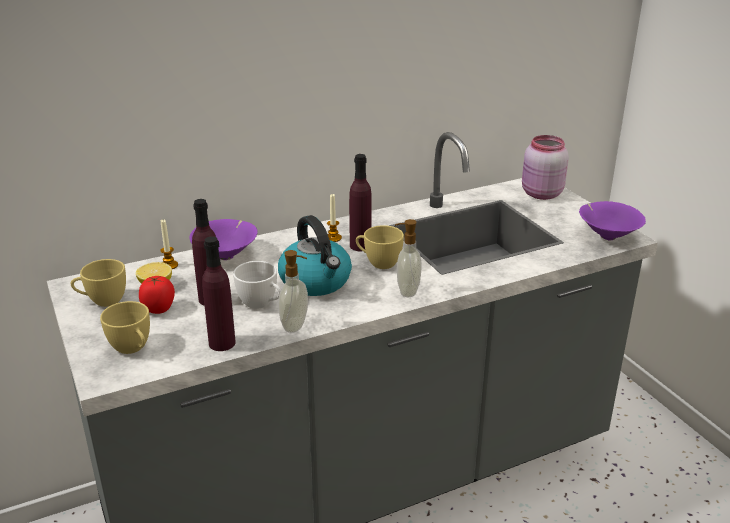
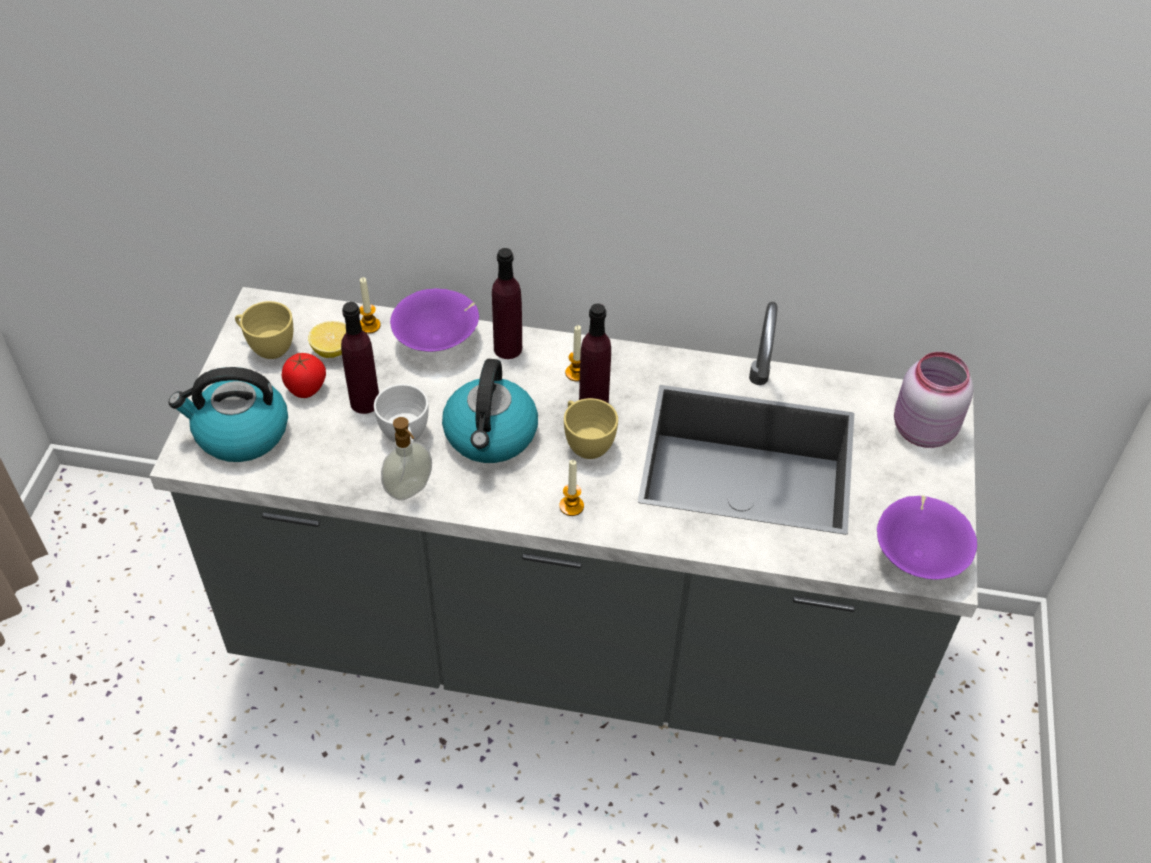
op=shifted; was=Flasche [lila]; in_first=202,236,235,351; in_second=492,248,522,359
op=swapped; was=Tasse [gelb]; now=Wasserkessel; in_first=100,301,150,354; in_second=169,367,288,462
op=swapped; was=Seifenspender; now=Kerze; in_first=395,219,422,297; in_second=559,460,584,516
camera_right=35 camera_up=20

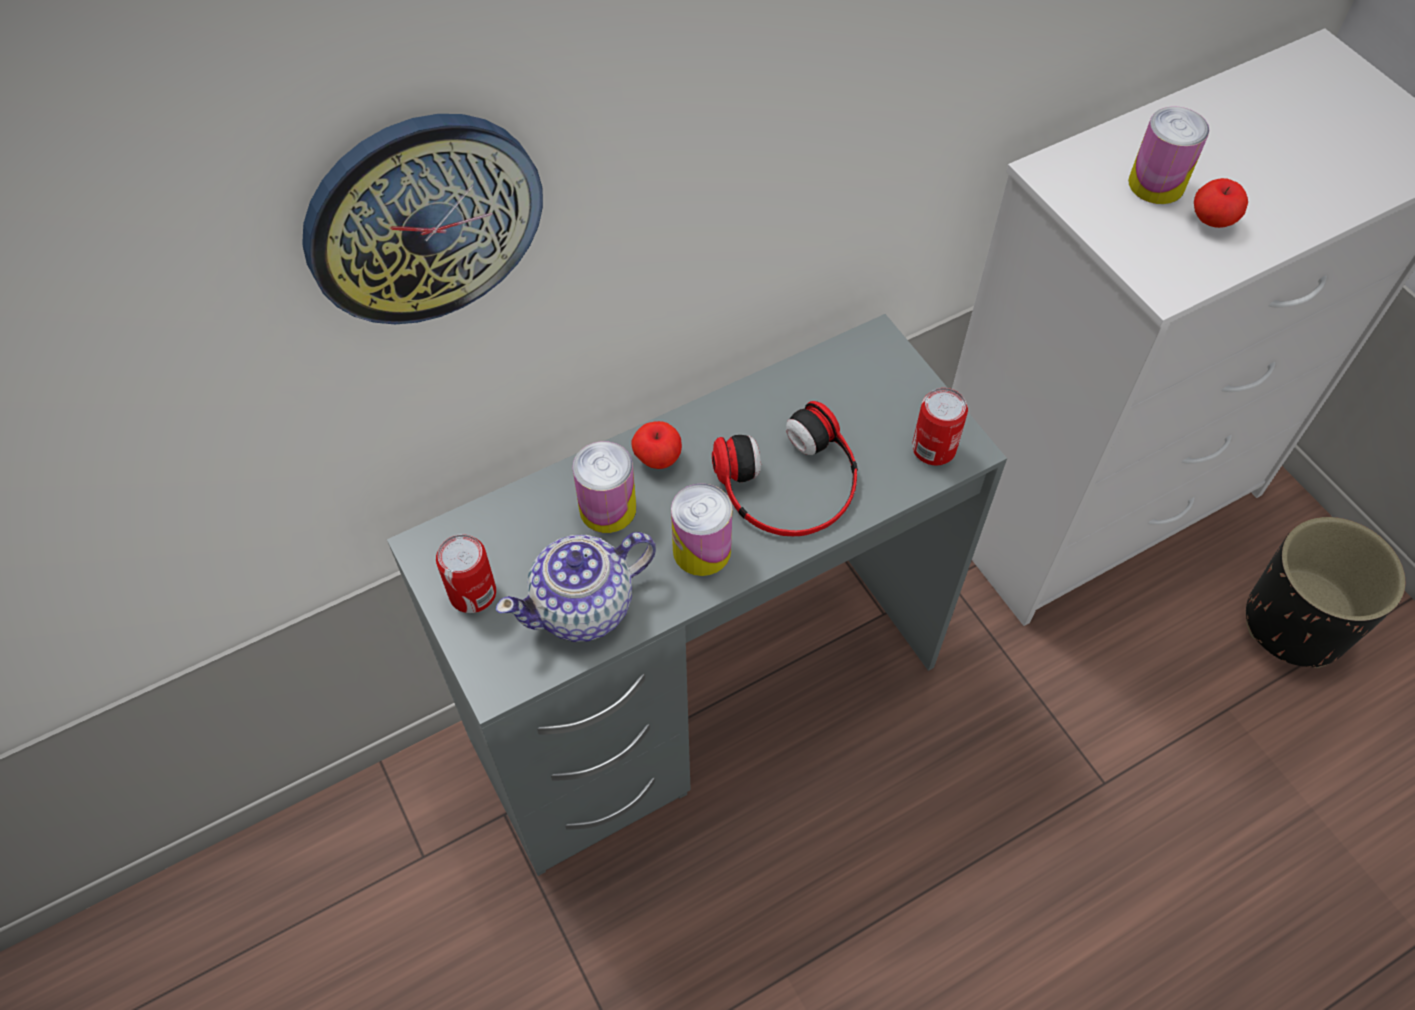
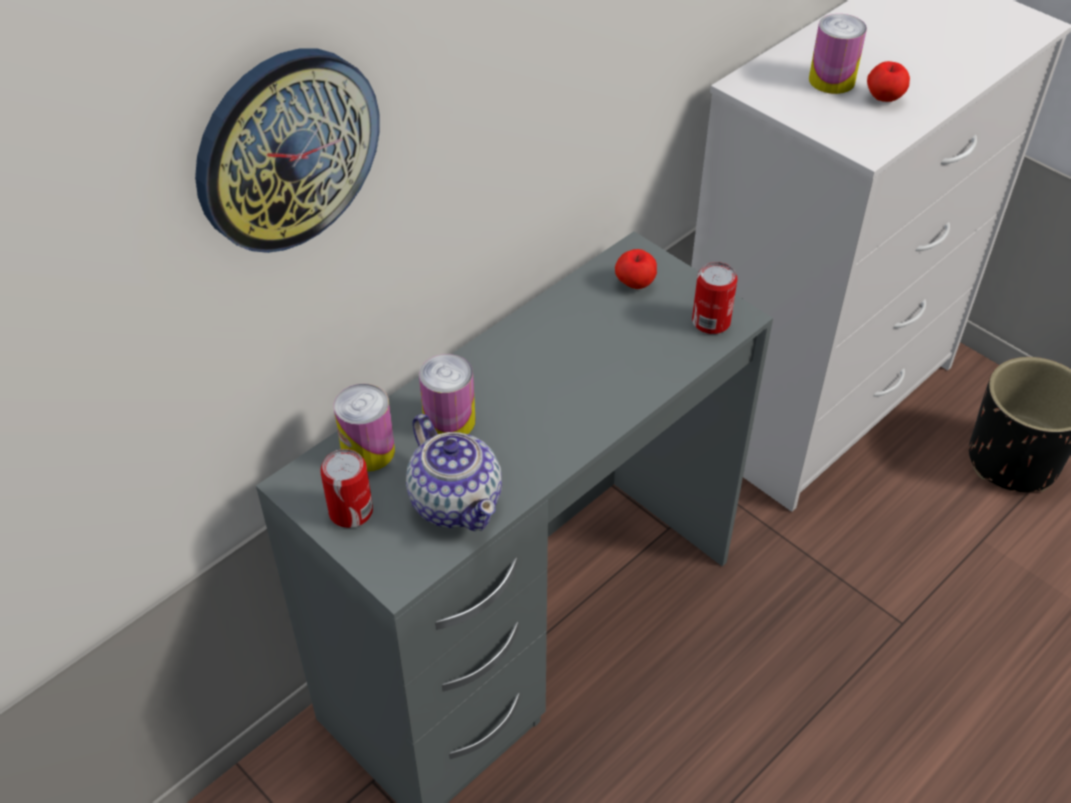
op=gone; was=Kopfhörer; in_first=712,401,858,536
op=shifted; was=Apfel; in_first=631,421,682,469; in_second=615,249,657,289
op=shifted; was=Dose; in_first=671,483,732,576; in_second=334,384,395,472
op=rotated; was=Teekanne; in_first=496,532,656,642; in_second=406,414,502,531; clockwise=-75
camera_right=-15 camera_up=-10

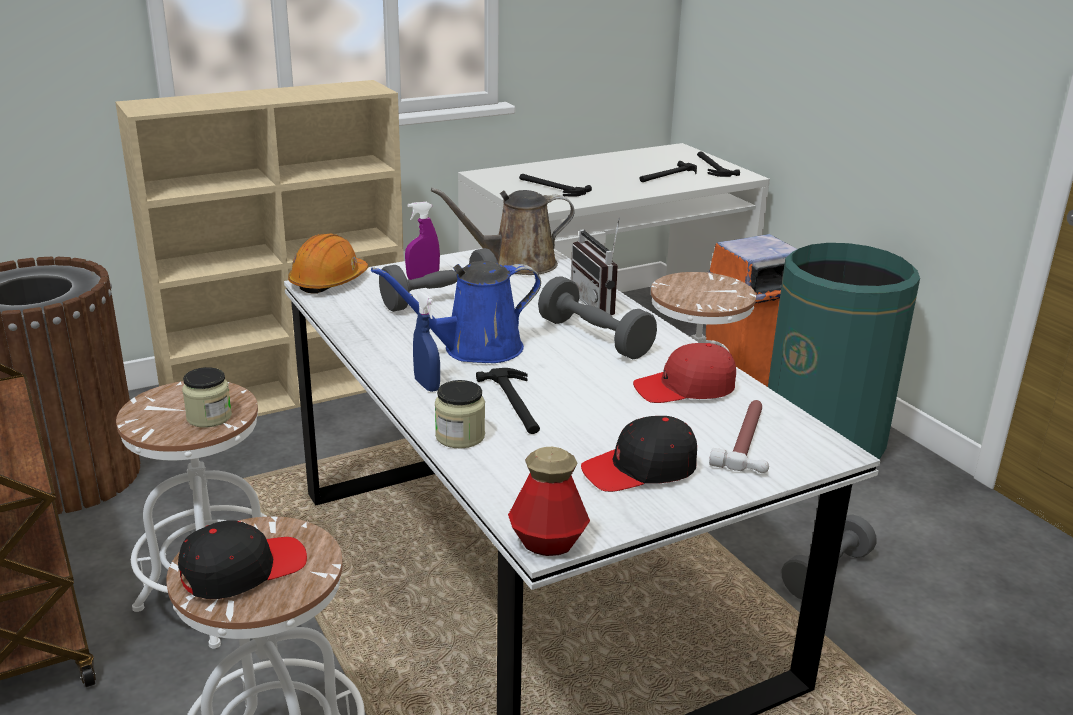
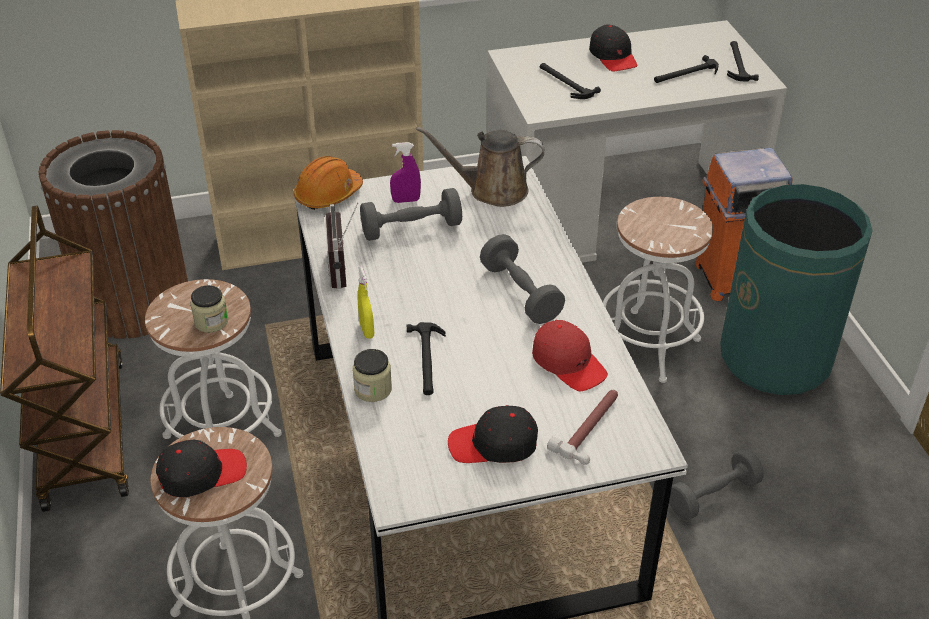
op=gone; was=Gießkanne [blau]; in_first=371,261,541,363
op=gone; was=Flasche; in_first=508,447,590,556
op=new; now=Kappe [schwarz]; in_second=589,25,637,72
op=shifted; was=Radio; in_first=571,218,620,315; in_second=325,203,358,289
op=repainted; was=Sprühflasche [blau]; now=Sprühflasche [gelb]; in_first=413,292,440,392; in_second=357,266,374,339
op=rotated; was=Kappe [rot]; in_first=633,343,736,403; in_second=532,320,608,391; clockwise=-135
camera_right=15 camera_up=15

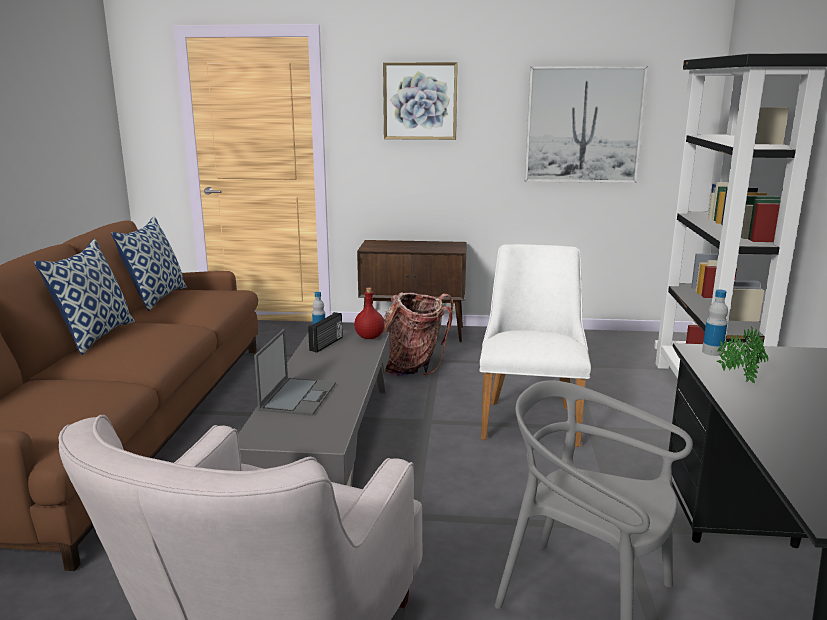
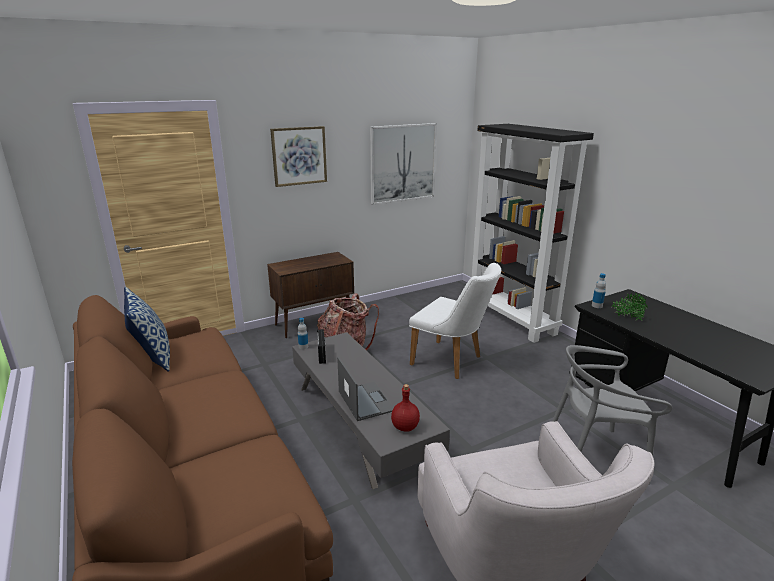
op=gone; was=Kissen; in_first=34,239,135,355
op=shifted; was=Flasche [rot]; in_first=354,287,385,339; in_second=391,384,420,432
op=rotated; was=Stuhl [weiß]; in_first=480,244,591,447; in_second=409,263,501,379; clockwise=150
camera_right=-35 camera_up=5

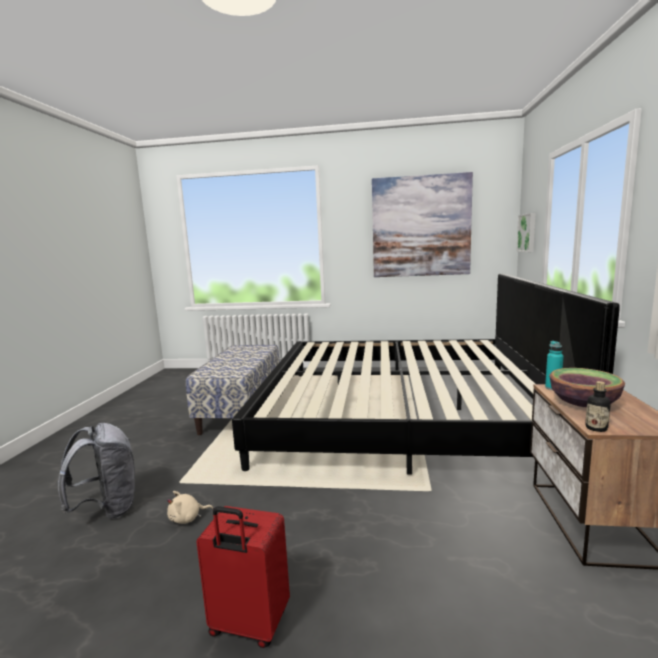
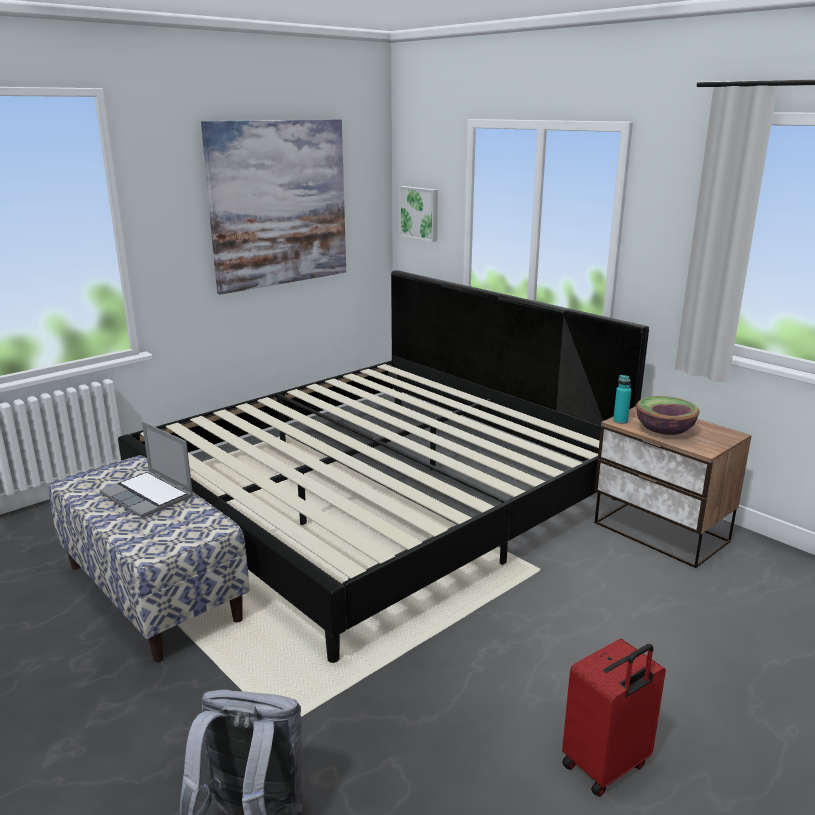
op=gone; was=Plüschtier [beige]; in_first=167,491,213,524
op=gone; was=Flasche; in_first=585,381,610,432
op=new; now=Laptop; in_second=99,421,193,518
camera_right=-50 camera_up=10

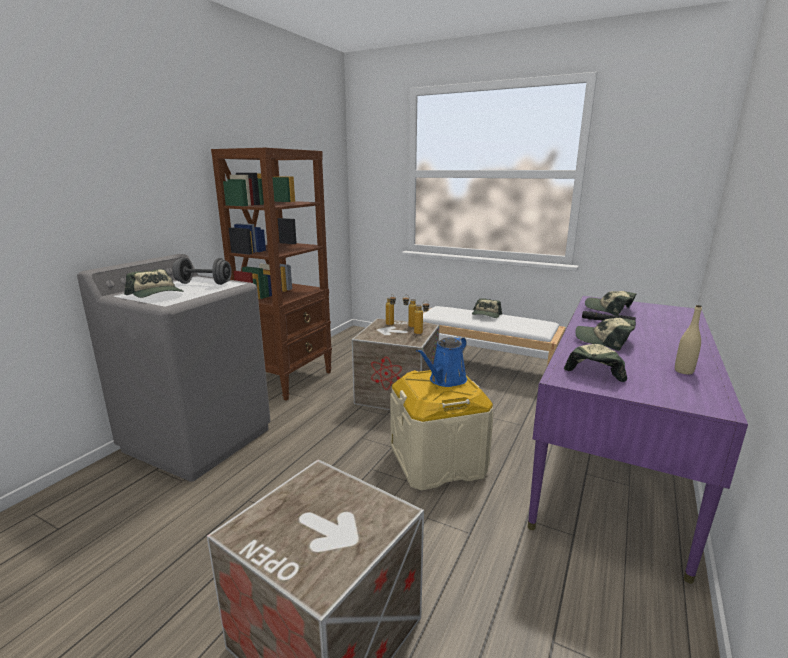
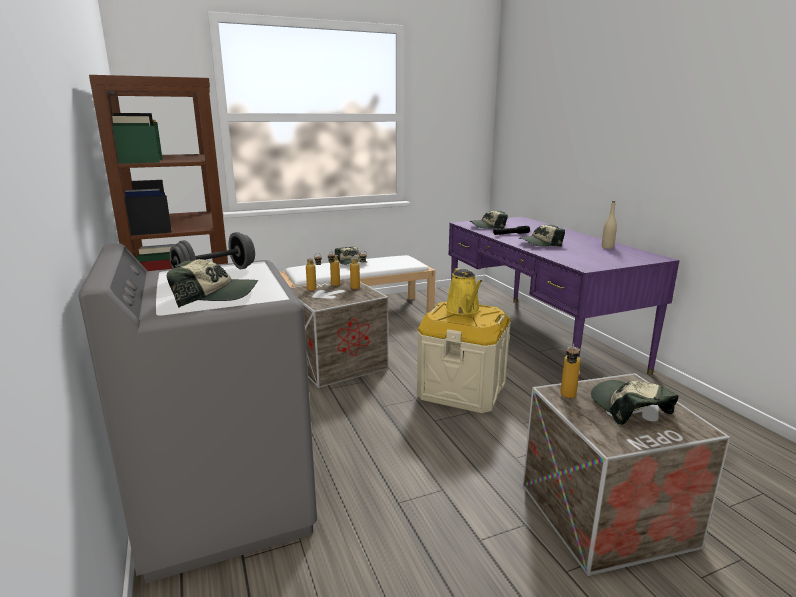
op=new; now=Flasche; in_second=560,343,581,398
op=shifted; was=Kappe; in_first=564,344,627,382; in_second=591,380,678,425
op=repainted; was=Gießkanne [blau]; now=Gießkanne [gelb]; in_first=416,336,467,387; in_second=445,268,482,315
camera_right=-50 camera_up=0

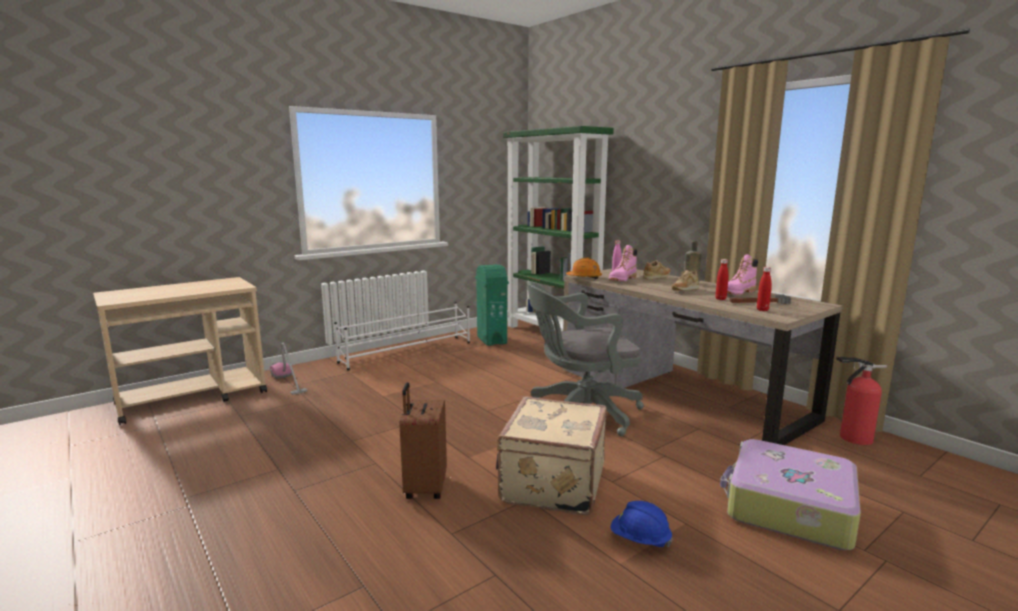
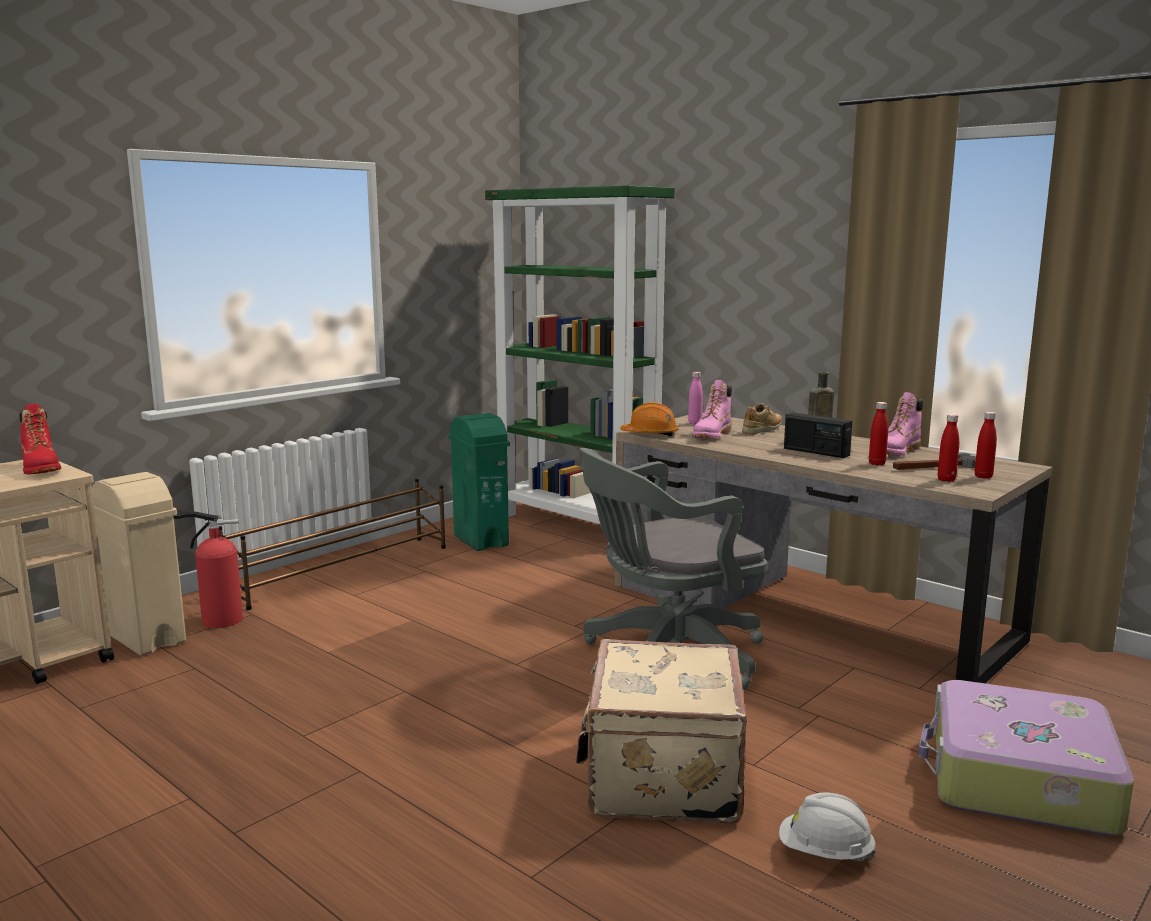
op=gone; was=Koffer [braun]; in_first=399,382,447,499
op=new; now=Stiefel [rot]; in_second=20,404,61,474
op=new; now=Flasche [rot]; in_second=975,412,997,479
op=shifted; was=Feuerlöscher; in_first=836,357,887,445; in_second=173,512,243,628
op=swapped; was=Staubsauger; now=Mülleimer [beige]; in_first=270,343,308,395; in_second=92,472,186,656
op=swapped; was=Schuh [beige]; now=Radio; in_first=672,270,699,291; in_second=784,412,852,458
op=repainted; was=Schuhregal [weiß]; now=Schuhregal [braun]; in_first=334,302,470,371; in_second=219,479,446,610
op=repainted; was=Schutzhelm [blau]; now=Schutzhelm [weiß]; in_first=611,501,673,548; in_second=779,792,876,861
camera_right=-10 camera_up=0

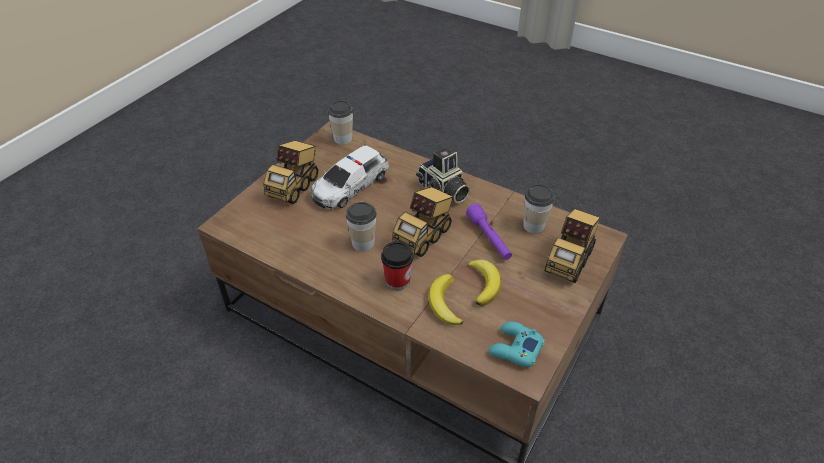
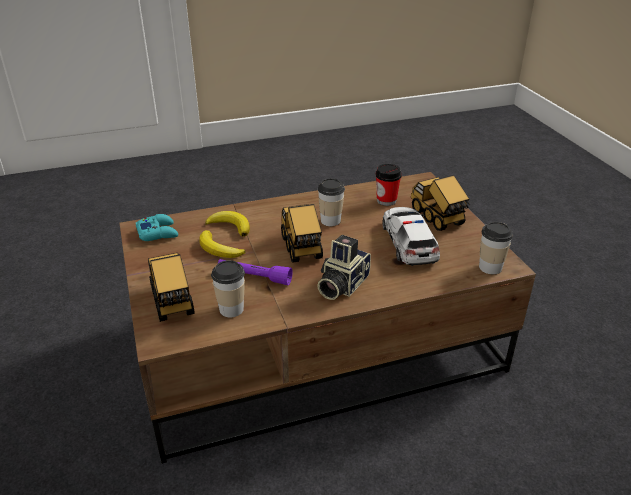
op=shifted; was=Tasse; in_first=381,241,414,290; in_second=375,164,402,206
op=rotated; was=Kamera; in_first=416,147,470,203; in_second=317,235,371,300; clockwise=-60
camera_right=130 camera_up=-10

